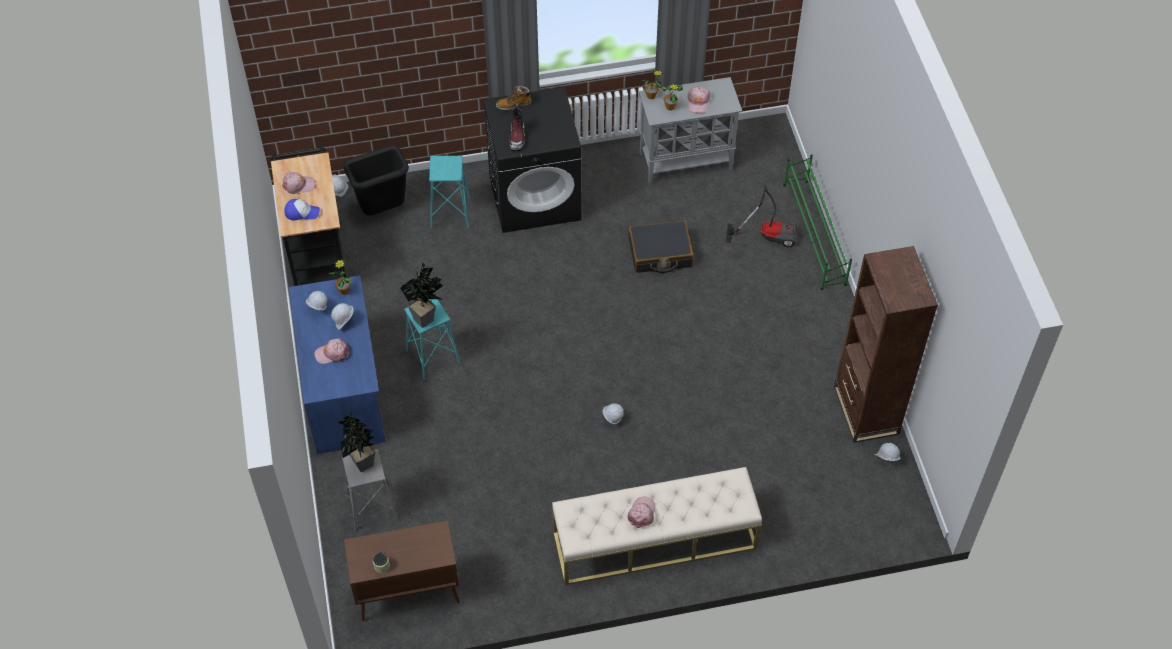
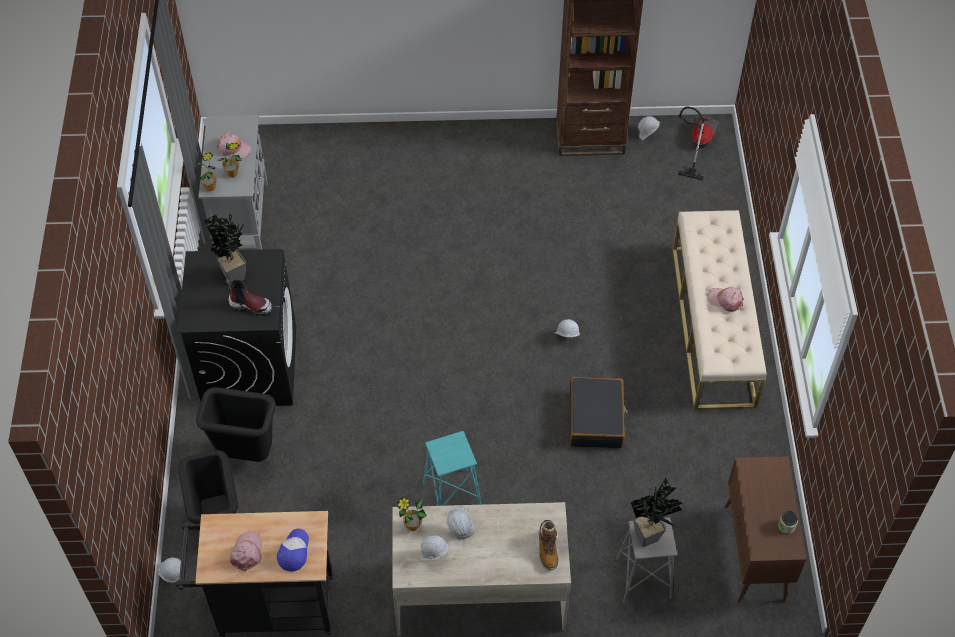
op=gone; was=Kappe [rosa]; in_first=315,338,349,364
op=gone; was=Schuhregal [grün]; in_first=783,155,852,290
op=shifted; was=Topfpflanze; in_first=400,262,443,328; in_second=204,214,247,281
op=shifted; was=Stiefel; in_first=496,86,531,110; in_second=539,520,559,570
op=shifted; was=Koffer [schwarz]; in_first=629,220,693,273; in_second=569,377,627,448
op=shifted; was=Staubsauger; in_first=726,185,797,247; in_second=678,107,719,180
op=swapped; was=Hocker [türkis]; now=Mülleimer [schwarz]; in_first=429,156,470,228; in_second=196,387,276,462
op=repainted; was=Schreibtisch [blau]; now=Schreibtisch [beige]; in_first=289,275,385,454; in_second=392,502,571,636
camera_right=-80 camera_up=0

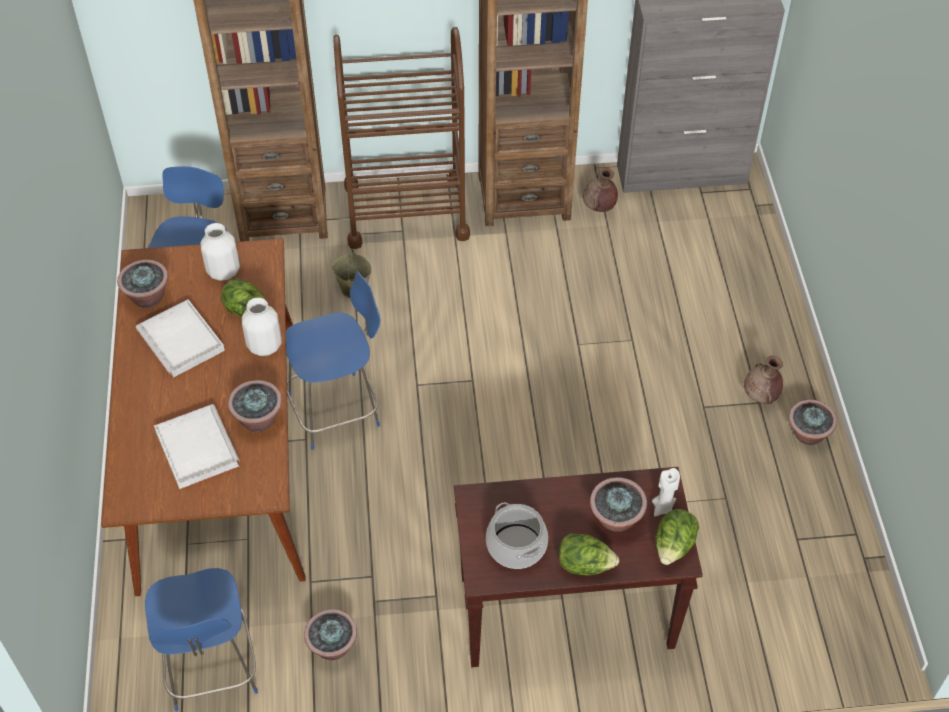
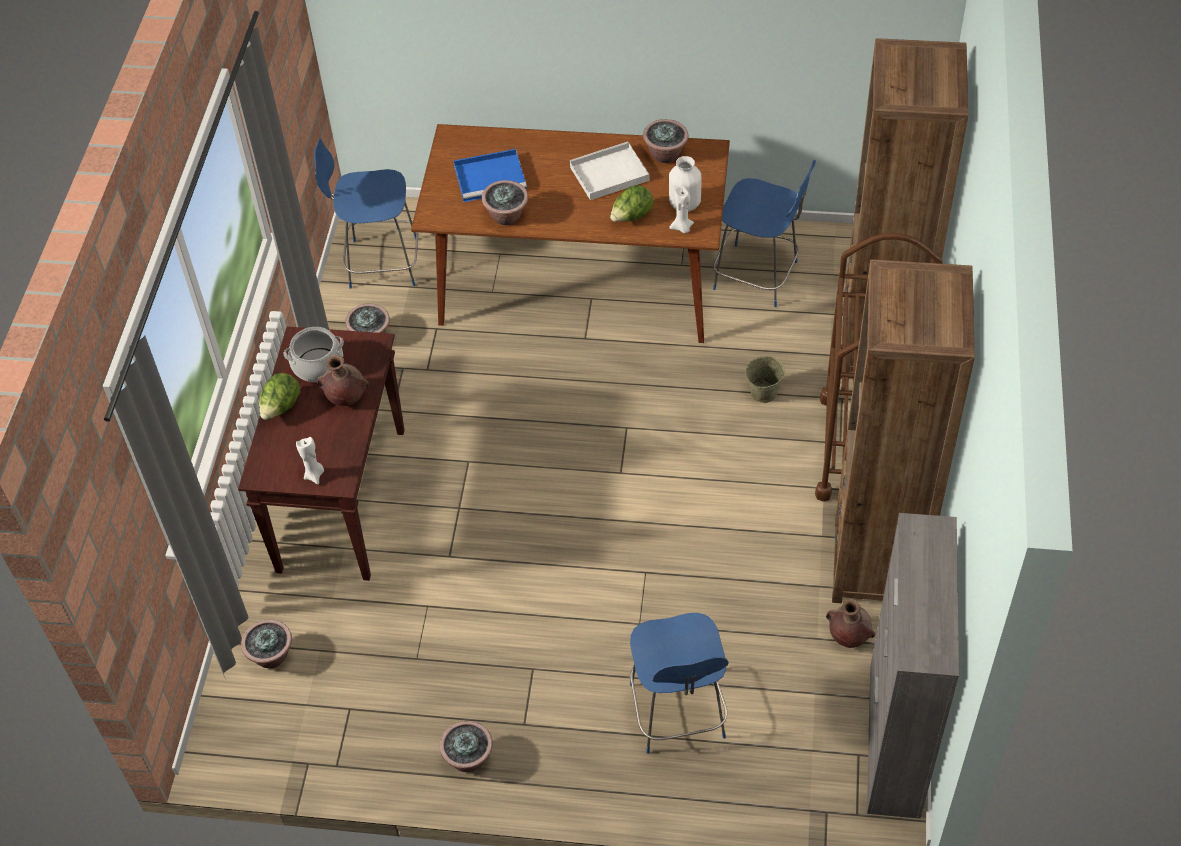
op=gone; was=Vase [weiß]; in_first=242,298,282,356
op=gone; was=Salatkopf; in_first=655,509,699,565
op=new; now=Kerze [weiß]; in_second=670,186,694,233
op=shifted; was=Stuhl [blau]; in_first=286,271,380,450; in_second=630,613,728,754
op=shifted; was=Topfpflanze; in_first=590,477,647,532; in_second=241,619,292,669
op=shifted; was=Vase [braun]; in_first=744,356,783,404; in_second=317,355,369,406
op=repainted; was=Tablett [weiß]; now=Tablett [blau]; in_first=154,404,240,489; in_second=453,149,527,202
camera_right=105 camera_up=0

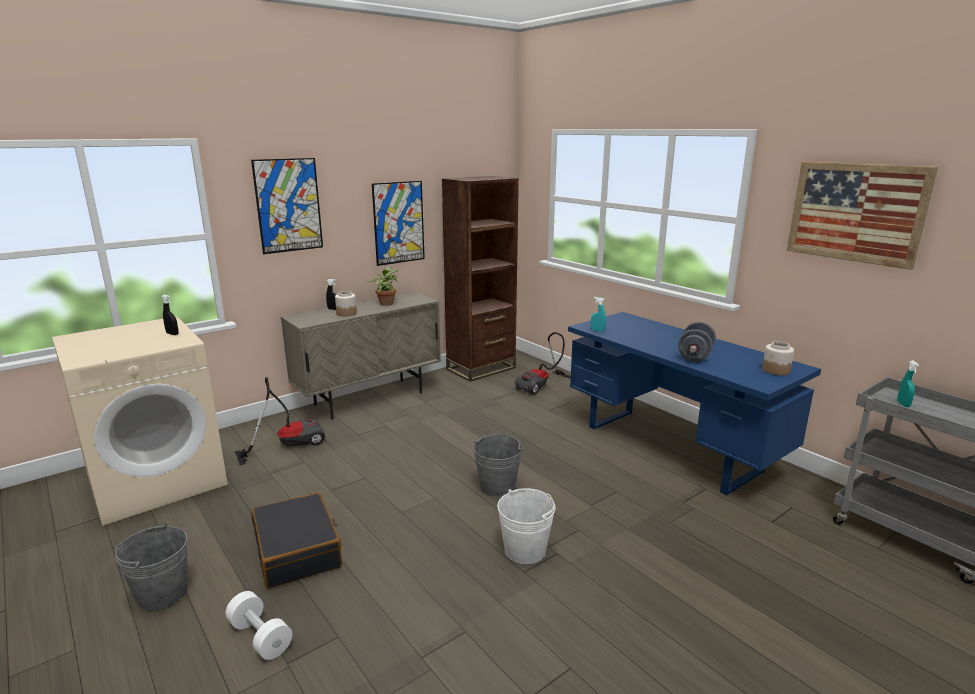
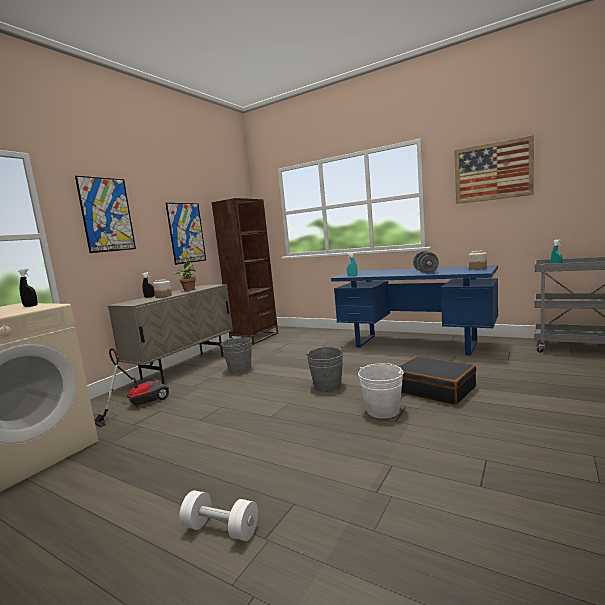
op=gone; was=Staubsauger; in_first=515,332,571,395
op=shifted; was=Eimer [grau]; in_first=115,523,188,611; in_second=221,337,252,373
op=shifted; was=Koffer [schwarz]; in_first=251,492,342,589; in_second=399,356,476,405
camera_right=-20 camera_up=-10

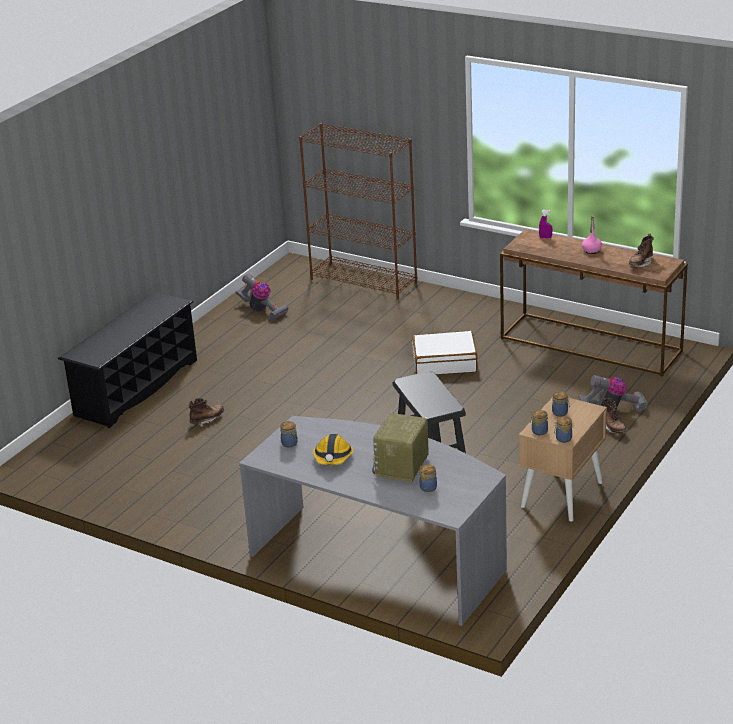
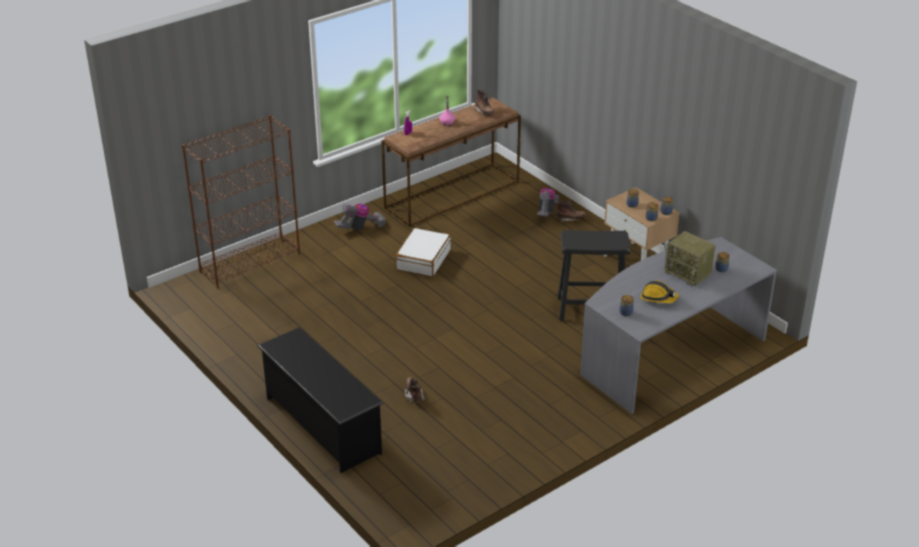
op=shifted; was=Staubsauger; in_first=236,273,288,320; in_second=334,203,386,230
camera_right=-70 camera_up=5

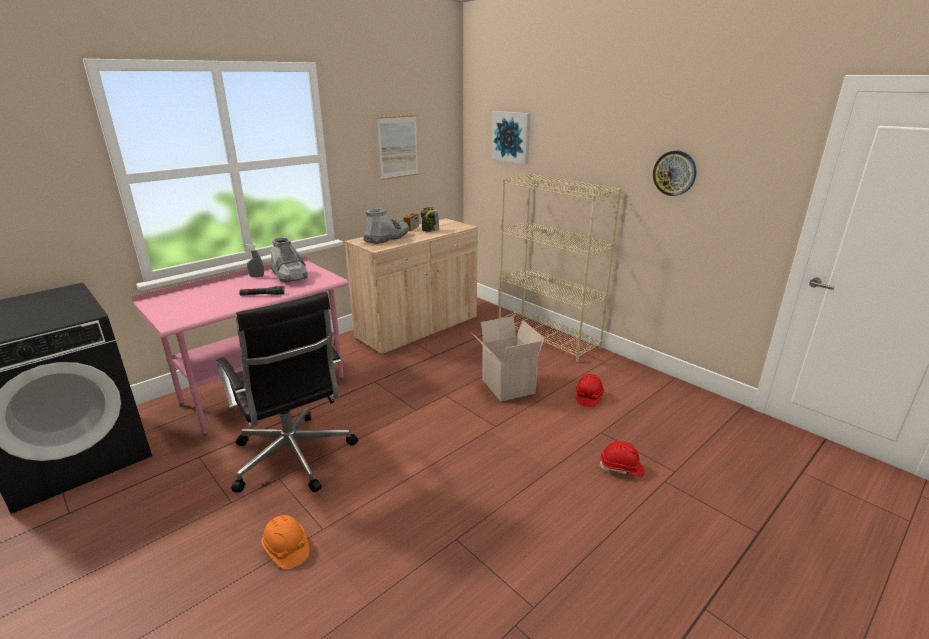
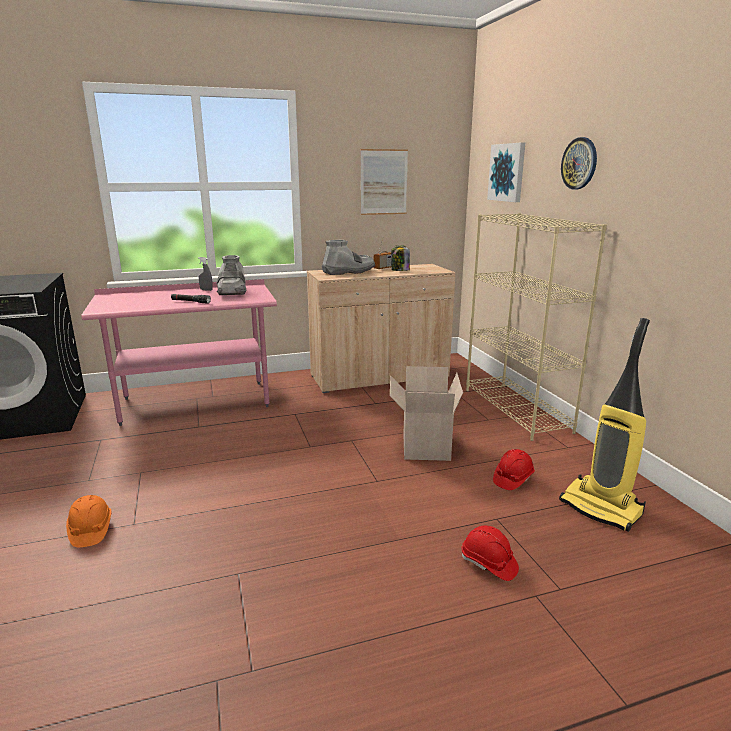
op=gone; was=Bürostuhl [schwarz]; in_first=216,292,358,493
op=new; now=Staubsauger; in_second=559,318,650,532
op=shifted; was=Wanduhr; in_first=653,151,696,196; in_second=561,137,597,189
camera_right=25 camera_up=-5

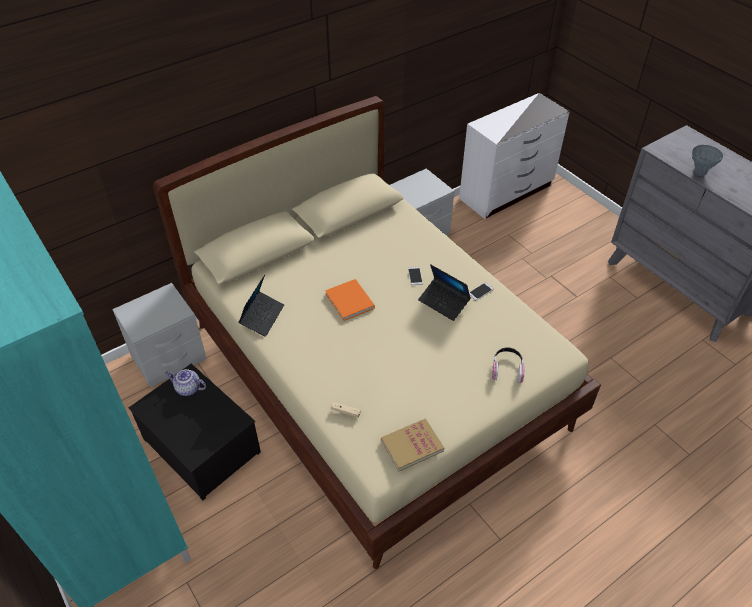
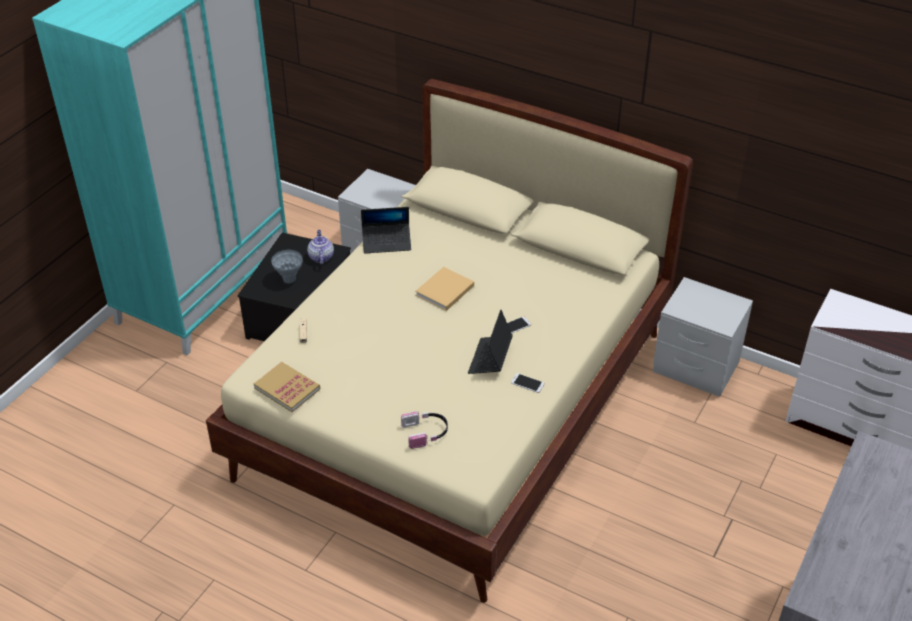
op=shifted; was=Vase [grau]; in_first=692,145,723,176; in_second=271,250,303,283
op=repainted; was=Buch [orange]; now=Buch [beige]; in_first=325,279,375,321; in_second=415,267,474,311
camera_right=65 camera_up=-5

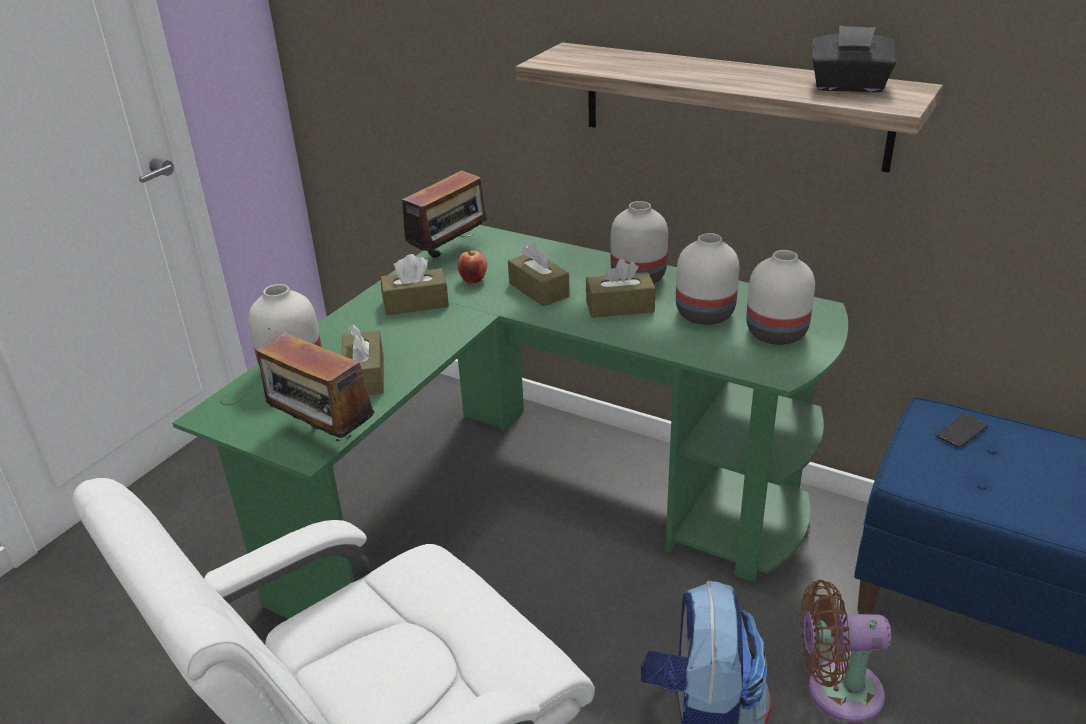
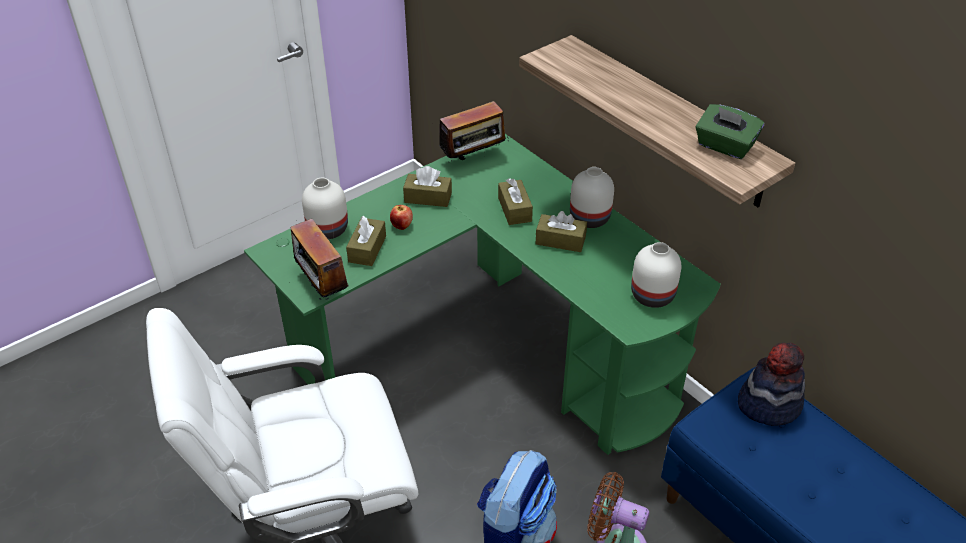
op=gone; was=Vase [weiß]; in_first=676,233,739,325
op=shifted; was=Apfel; in_first=457,251,487,283; in_second=390,205,413,230
op=swapped; was=Handy; now=Hut; in_first=936,414,988,448; in_second=738,343,805,426
op=repainted; was=Taschentuchbox [schwarz]; now=Taschentuchbox [grün]; in_first=812,25,896,92; in_second=695,104,764,159
camera_right=20 camera_up=10

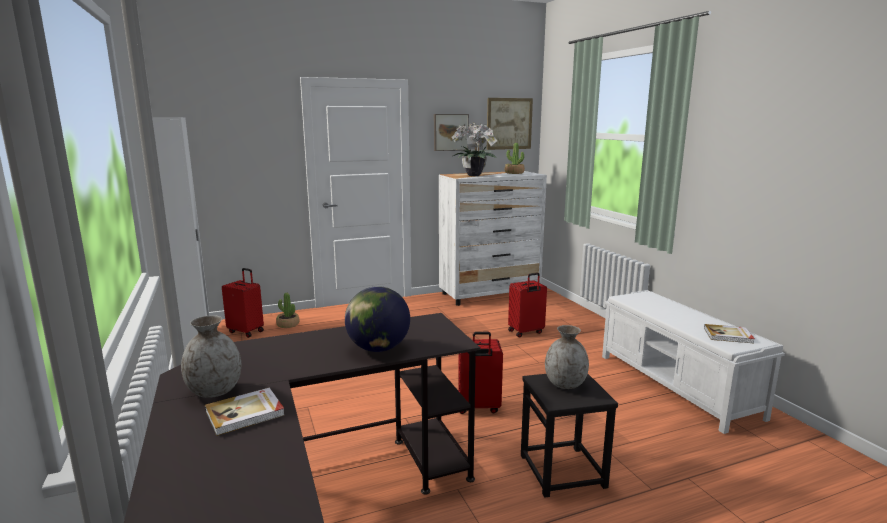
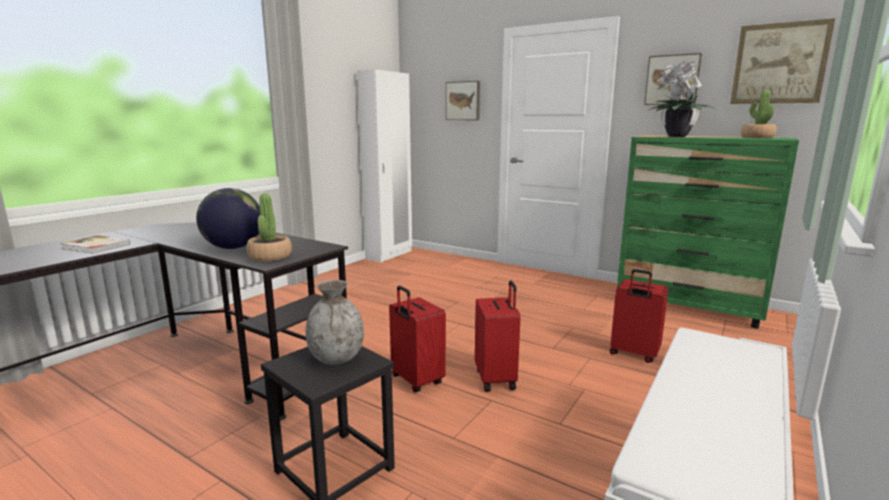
op=gone; was=Vase [grau]; in_first=181,315,241,398
op=gone; was=Buch; in_first=704,324,755,343
op=new; now=Bild; in_second=446,81,480,120
op=shifted; was=Koffer [rot]; in_first=222,268,264,338; in_second=475,281,520,392
op=shifted; was=Topfpflanze; in_first=276,293,300,328; in_second=246,193,292,262
op=repainted; was=Kommode [weiß]; now=Kommode [grün]; in_first=439,171,547,306; in_second=617,135,799,329
camera_right=55 camera_up=0

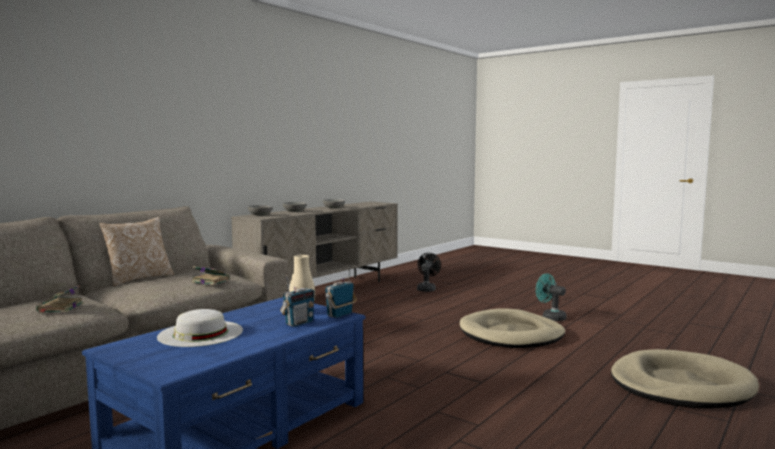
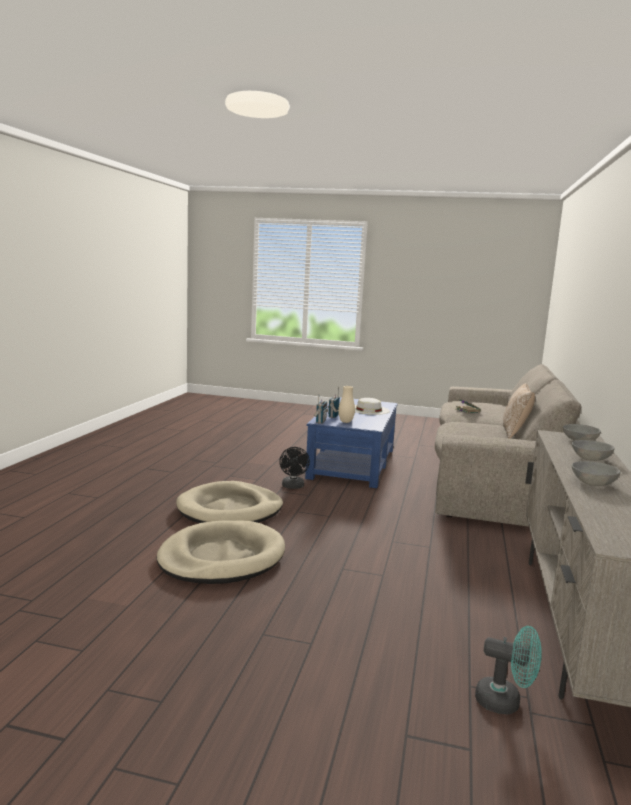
op=gone; was=Buch; in_first=191,266,230,285
op=shifted; was=Ventilator [schwarz]; in_first=417,253,441,292; in_second=279,447,310,489
op=shifted; was=Ventilator [türkis]; in_first=536,274,567,321; in_second=475,626,542,714
op=shifted; was=Hundebett [beige]; in_first=611,349,759,409; in_second=176,481,283,523
camera_right=155 camera_up=5

